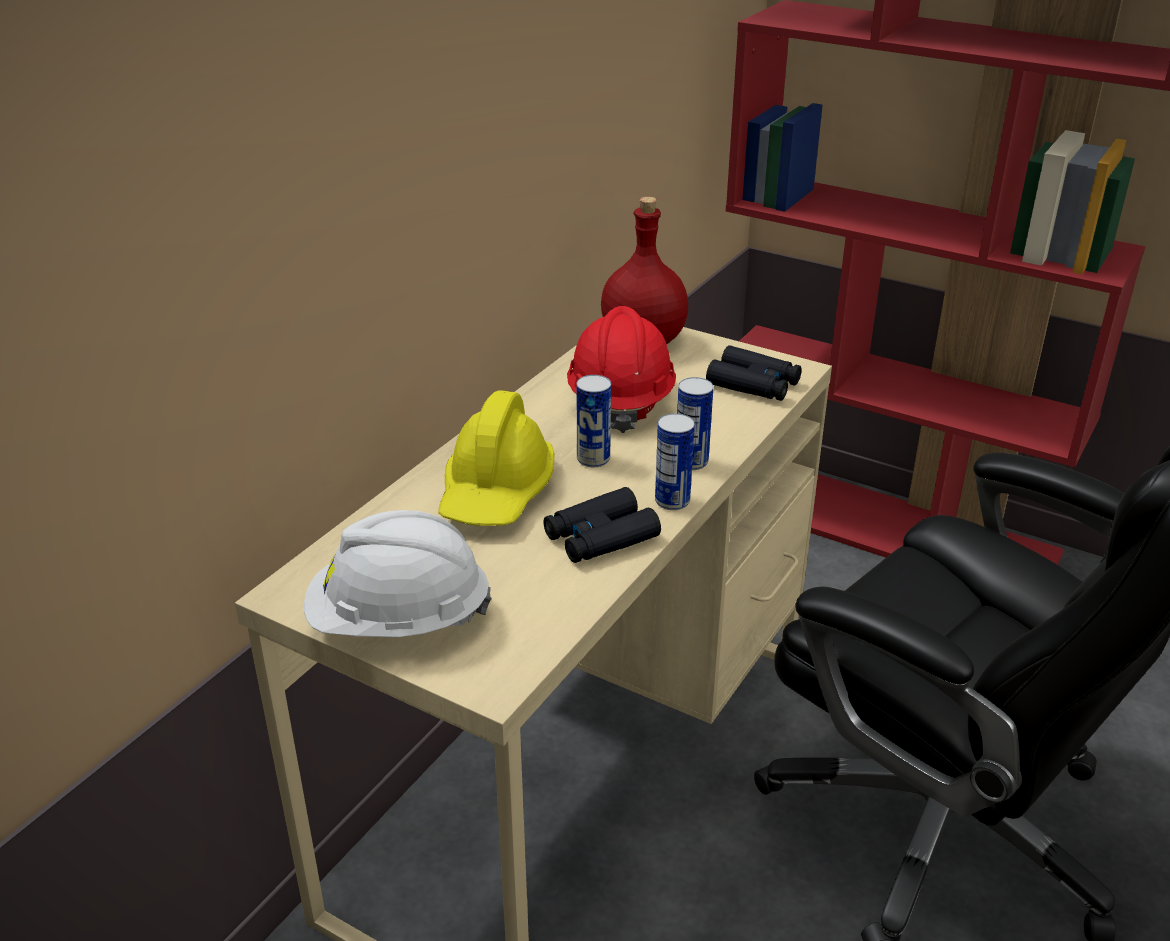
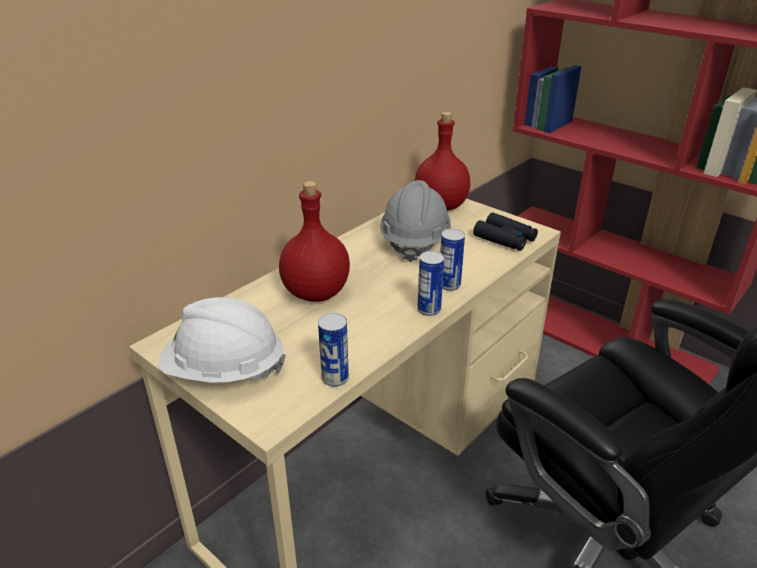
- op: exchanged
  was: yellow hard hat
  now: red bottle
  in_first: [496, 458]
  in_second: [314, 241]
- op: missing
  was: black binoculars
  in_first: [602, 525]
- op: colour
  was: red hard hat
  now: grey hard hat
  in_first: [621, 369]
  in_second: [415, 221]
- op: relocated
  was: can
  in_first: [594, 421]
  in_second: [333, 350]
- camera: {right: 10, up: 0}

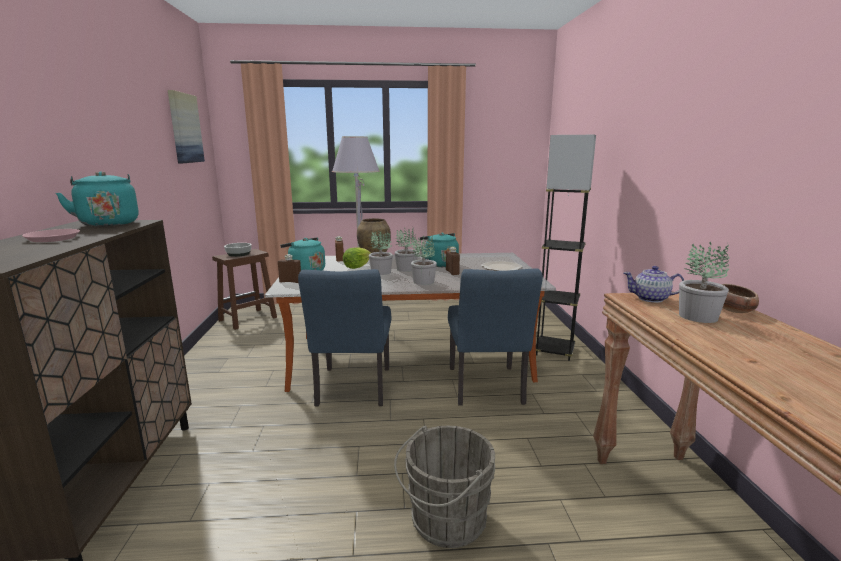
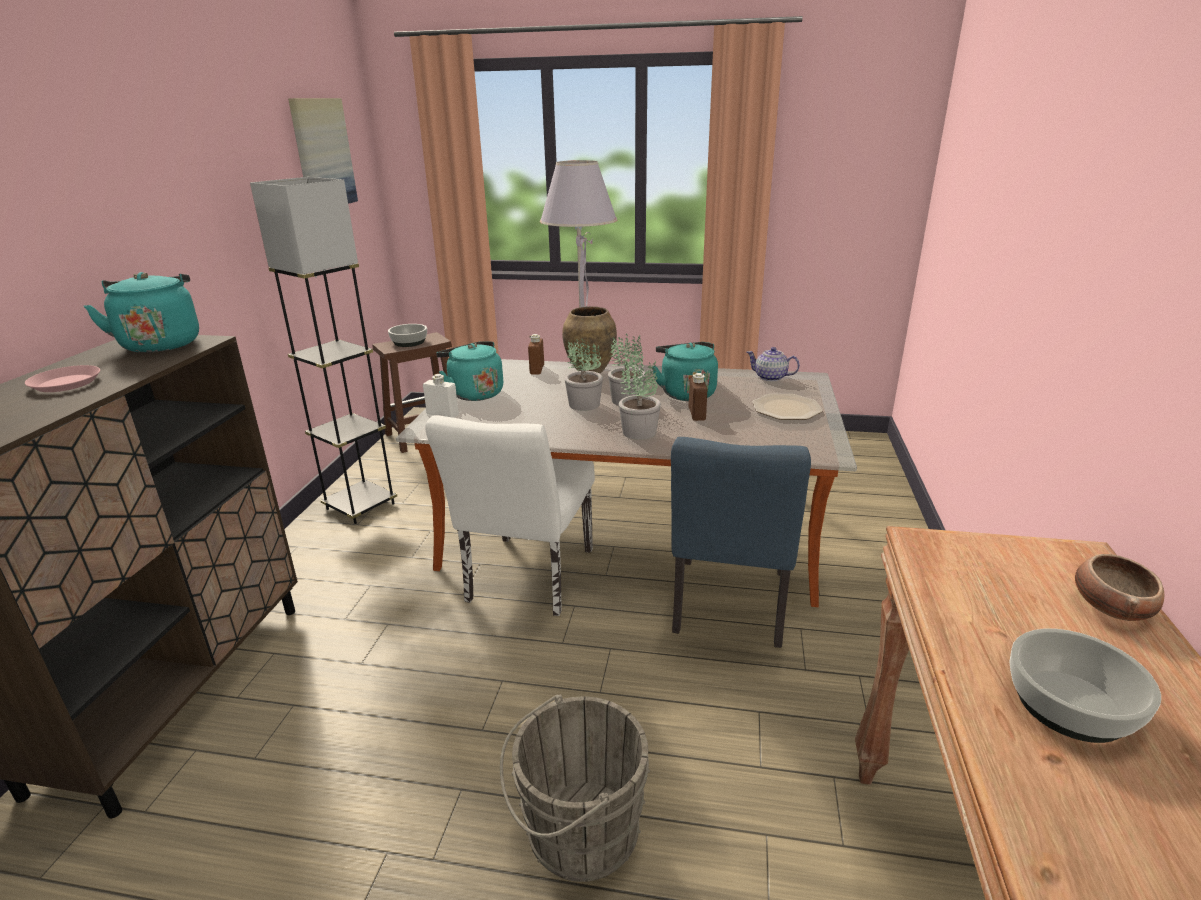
- op: colour
  was: brown bottle
  now: white bottle
  in_first: [289, 268]
  in_second: [441, 396]
- op: colour
  was: blue chair
  now: white chair
  in_first: [344, 338]
  in_second: [510, 515]
- op: missing
  was: lettuce
  in_first: [357, 258]
- op: relocated
  was: grey floor lamp
  in_first: [566, 248]
  in_second: [323, 350]
- op: relocated
  was: teapot
  in_first: [654, 284]
  in_second: [773, 364]
- op: missing
  was: potted plant
  in_first: [704, 282]
- op: appeared
  now: bowl
  in_second: [1085, 686]
- camera: {right: 15, up: 10}

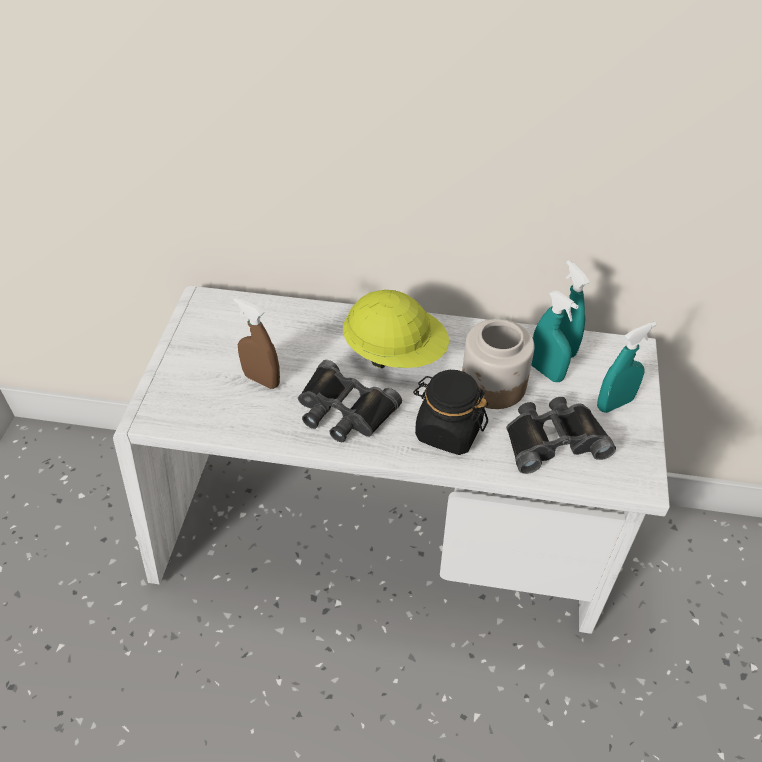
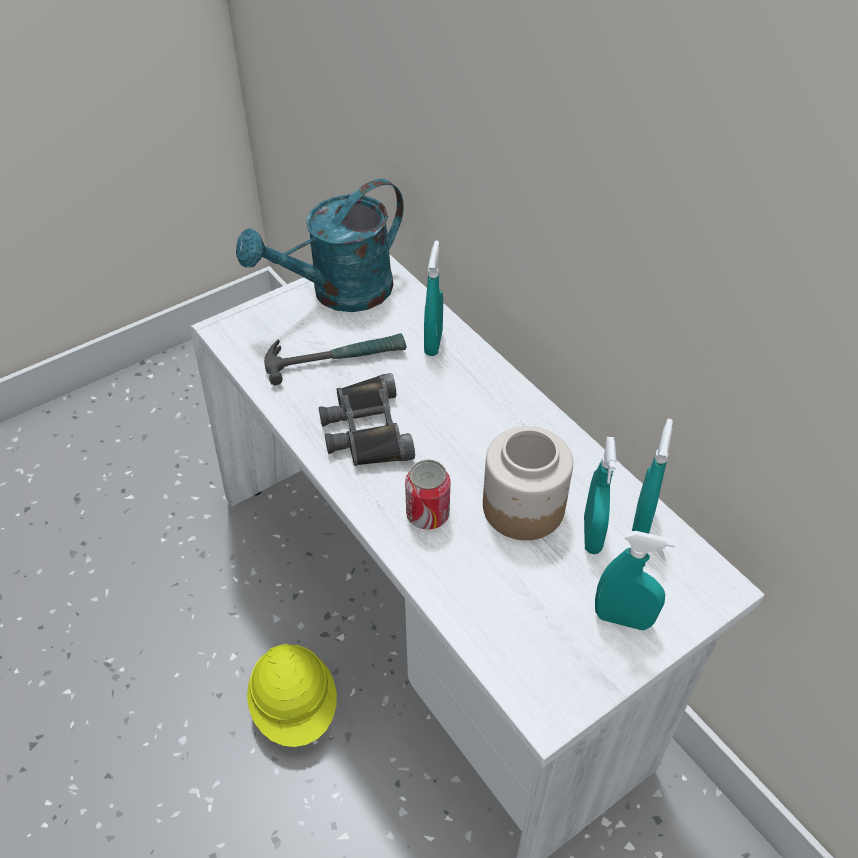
- op: exchanged
  was: brown spray bottle
  now: hammer
  in_first: [257, 343]
  in_second: [335, 359]
- op: relocated
  was: yellow hard hat
  in_first: [396, 329]
  in_second: [292, 695]
- op: exchanged
  was: black jar
  now: can
  in_first: [450, 412]
  in_second: [427, 494]
- op: missing
  was: black binoculars
  in_first: [561, 435]
- op: appeared
  now: turquoise watering can
  in_second: [320, 245]
- op: appeared
  now: turquoise spray bottle
  in_second: [433, 298]
- camera: {right: 45, up: 0}

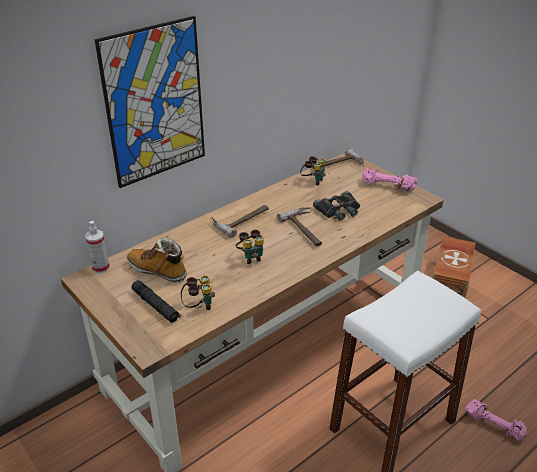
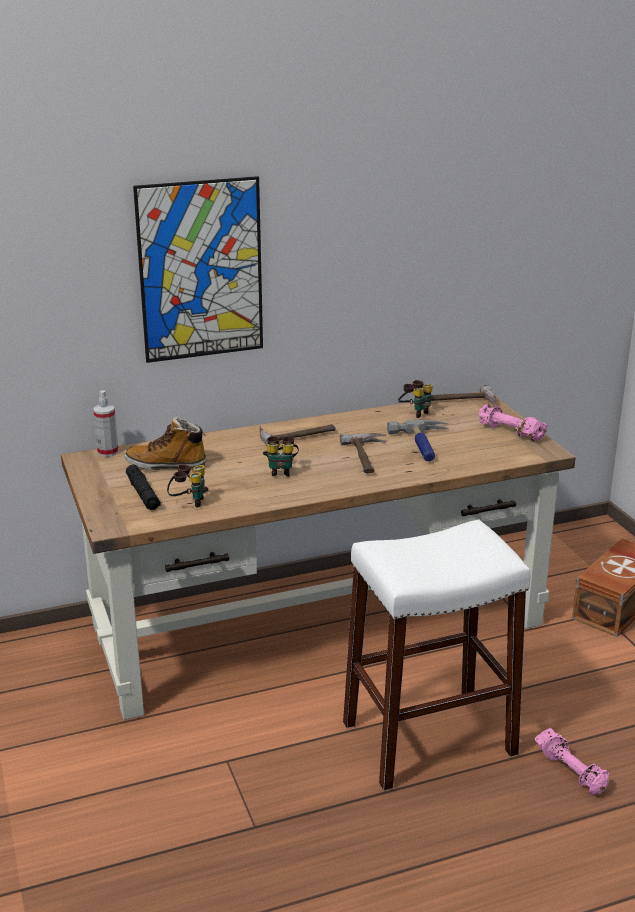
- op: spun
  was: boot
  in_first: [157, 259]
  in_second: [166, 443]
  clockwise: -45
- op: exchanged
  was: black binoculars
  now: hammer
  in_first: [336, 206]
  in_second: [418, 440]
- camera: {right: 20, up: -10}

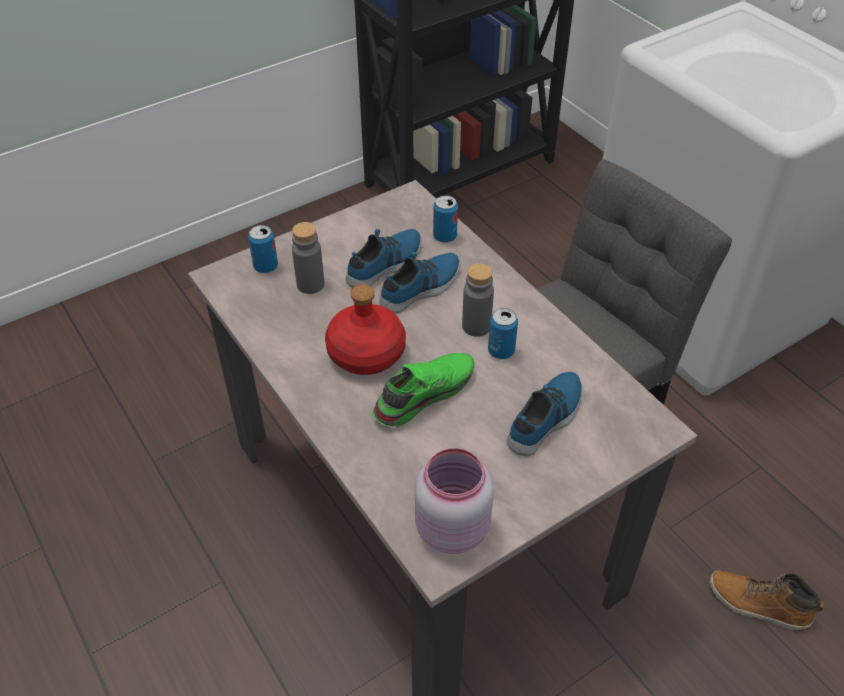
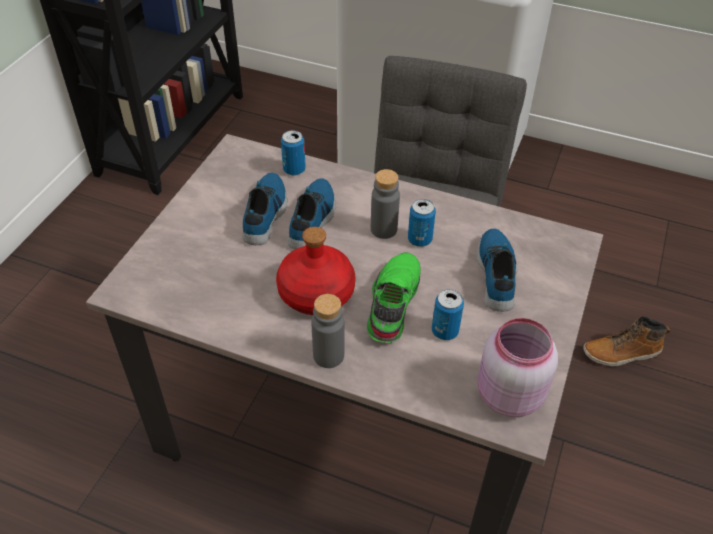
- op: relocated
  was: can
  in_first: [263, 249]
  in_second: [448, 314]
- op: relocated
  was: grey bottle
  in_first: [308, 258]
  in_second: [328, 331]
- camera: {right: -35, up: 0}

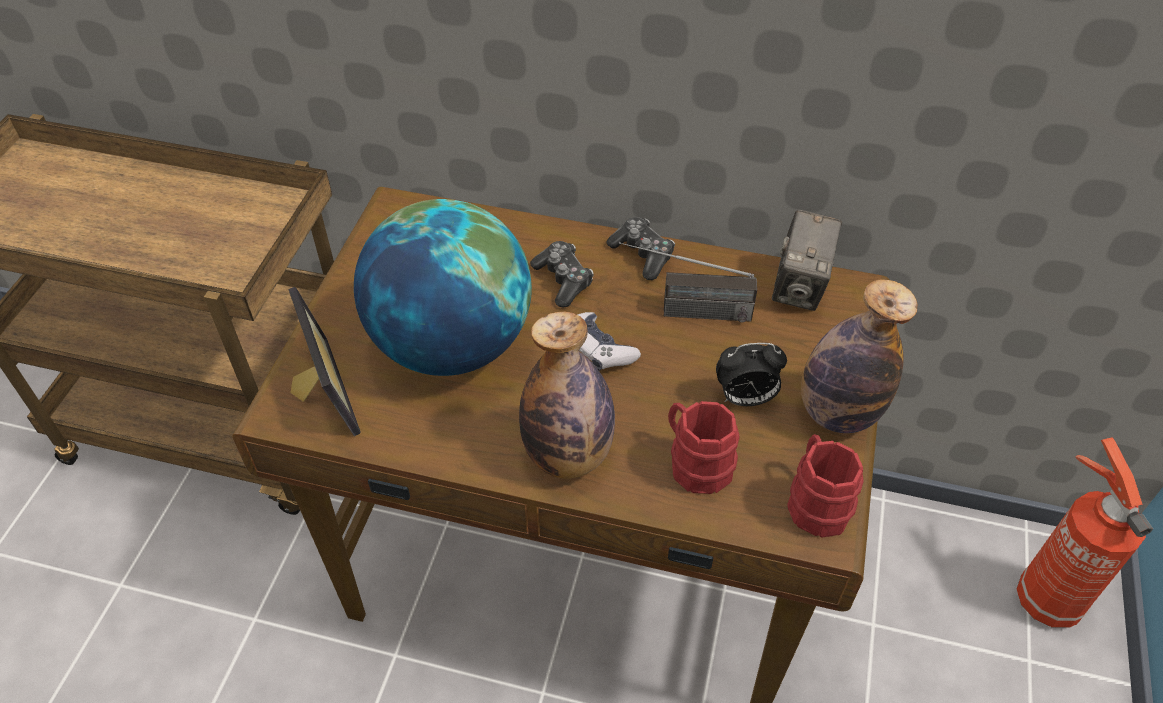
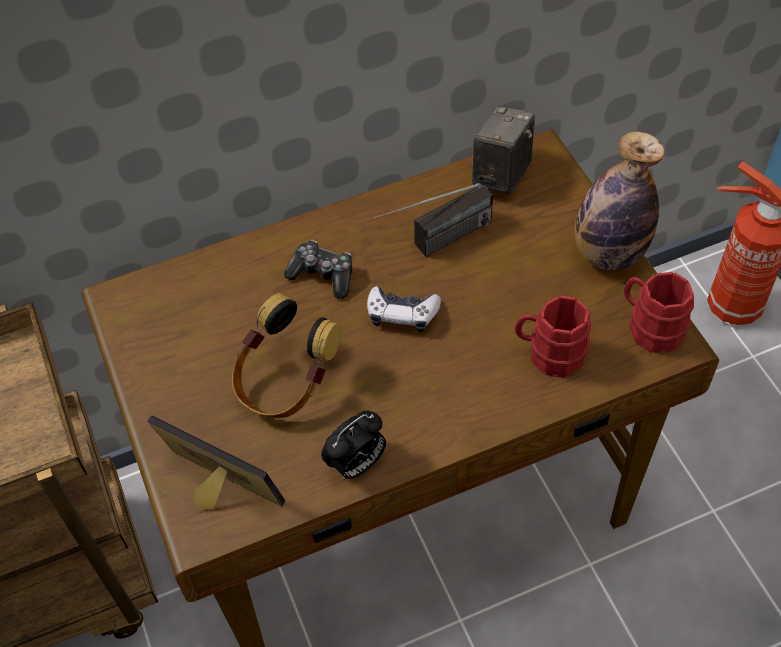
- op: exchanged
  was: globe
  now: headphones
  in_first: [443, 287]
  in_second: [287, 355]
- op: missing
  was: bottle
  in_first: [567, 395]
- op: missing
  was: game controller
  in_first: [641, 248]
- op: relocated
  was: alarm clock
  in_first: [751, 374]
  in_second: [353, 445]
- op: spun
  was: photo camera
  in_first: [807, 260]
  in_second: [503, 150]
  clockwise: -135
- camera: {right: -35, up: 5}

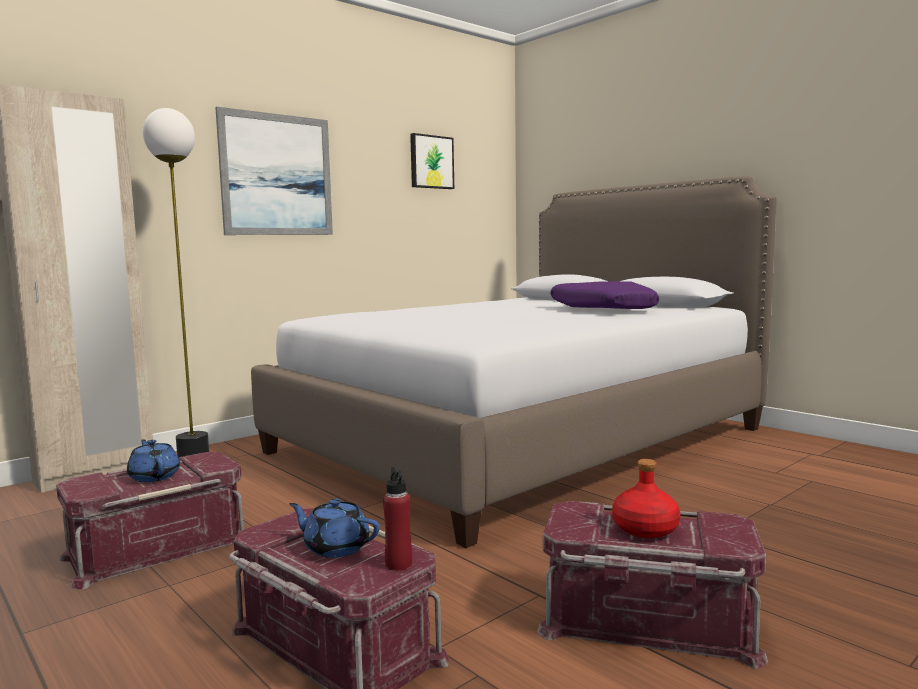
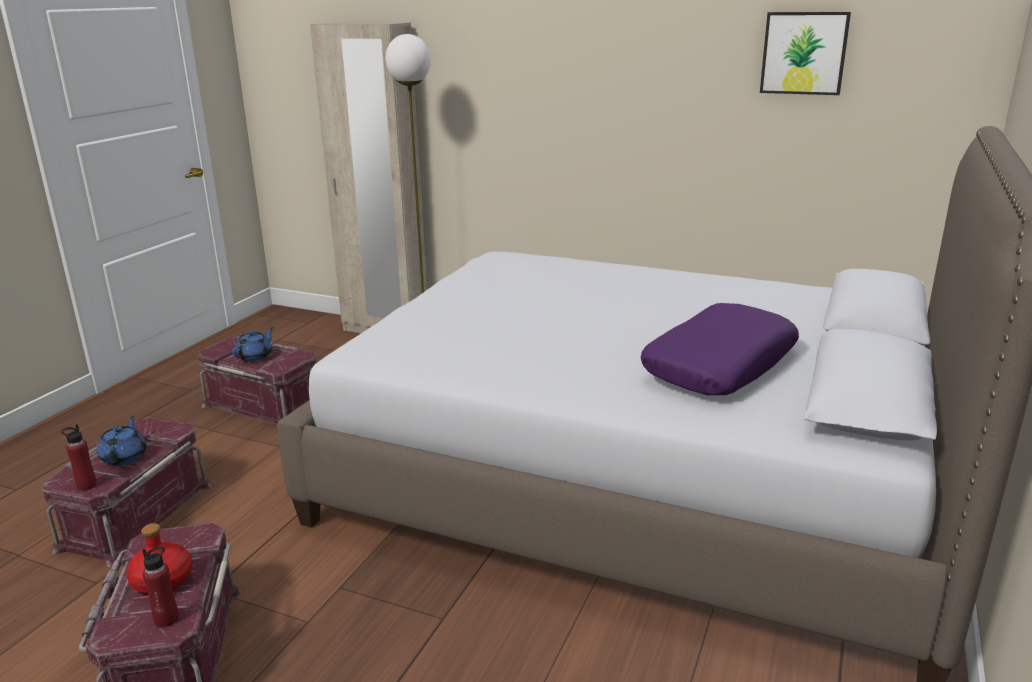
- op: missing
  was: picture
  in_first: [274, 171]
- op: appeared
  now: red bottle
  in_second: [160, 587]
- camera: {right: 65, up: 15}

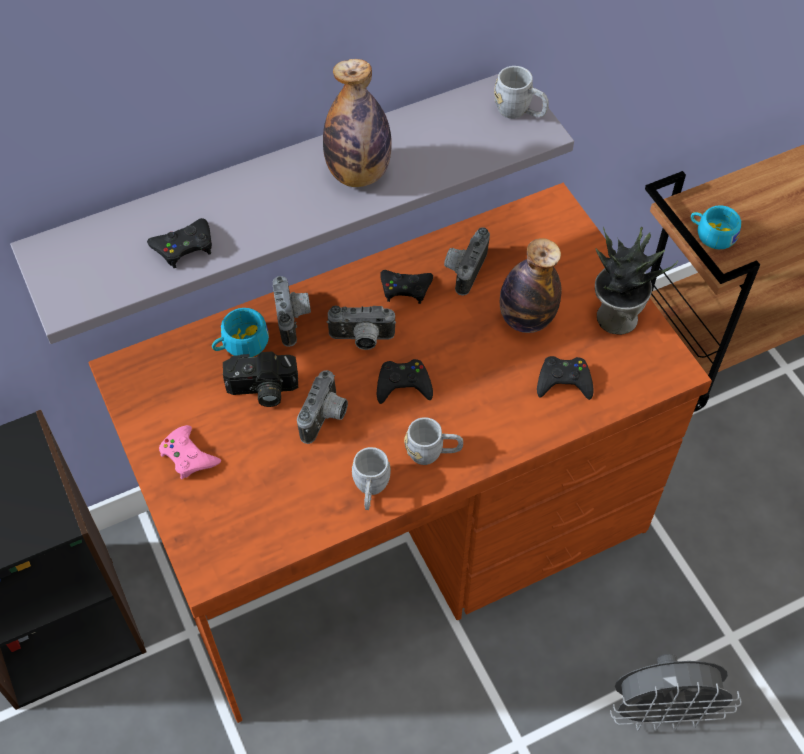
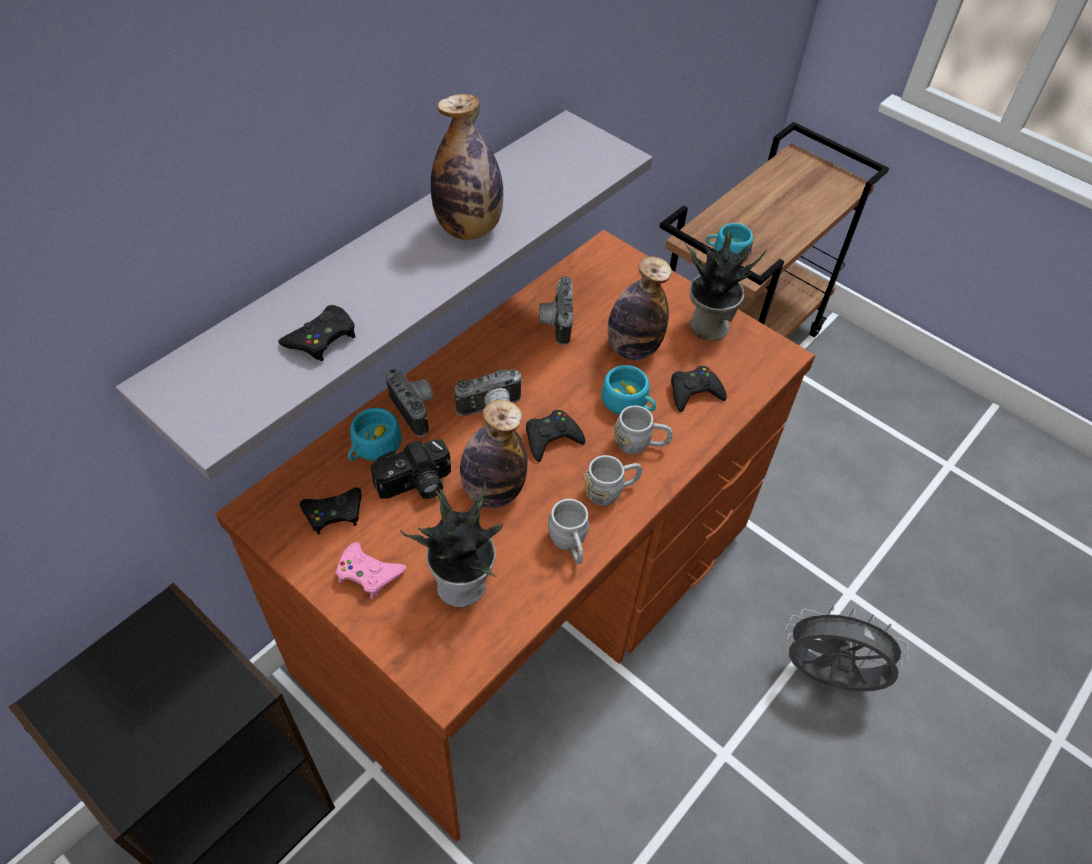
- op: exchanged
  was: photo camera
  now: bottle
  in_first: [322, 407]
  in_second: [493, 454]
- op: relocated
  was: black game controller
  in_first: [406, 287]
  in_second: [331, 511]
- op: relocated
  was: grey mug
  in_first: [521, 92]
  in_second: [643, 430]
- op: spun
  was: grey fan
  in_first: [676, 693]
  in_second: [847, 648]
  clockwise: -135
- op: appeared
  now: potted plant
  in_second: [451, 544]
- op: appeared
  now: turquoise cup
  in_second: [628, 390]
- camera: {right: -25, up: -5}

